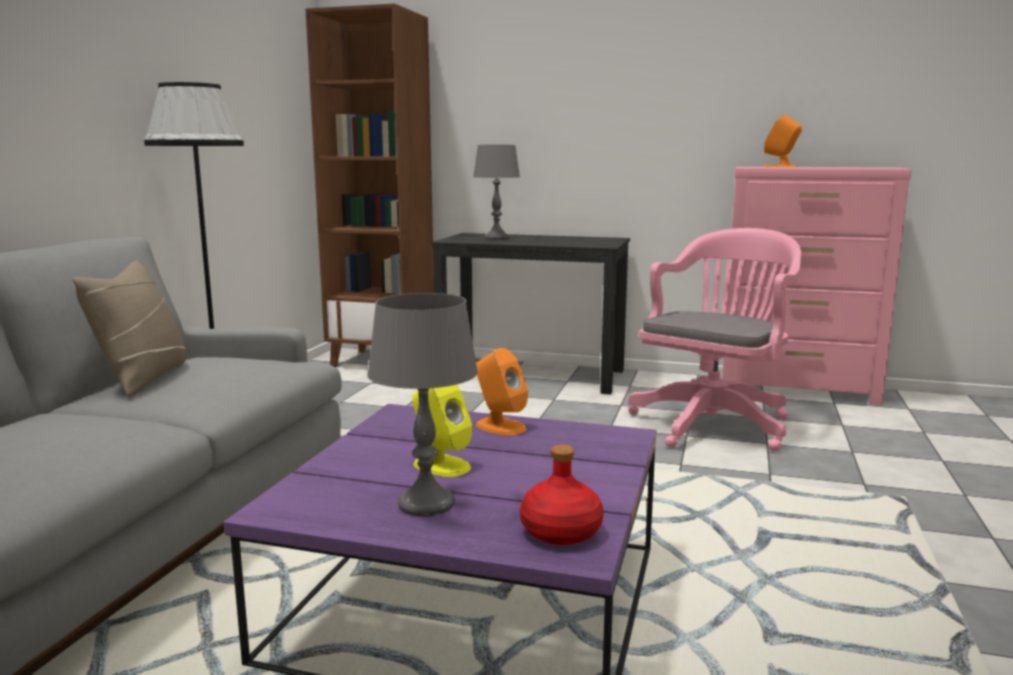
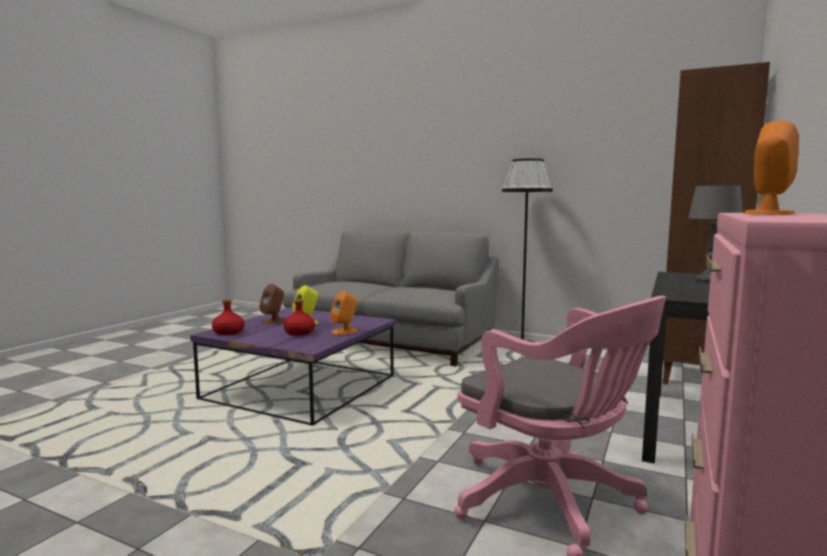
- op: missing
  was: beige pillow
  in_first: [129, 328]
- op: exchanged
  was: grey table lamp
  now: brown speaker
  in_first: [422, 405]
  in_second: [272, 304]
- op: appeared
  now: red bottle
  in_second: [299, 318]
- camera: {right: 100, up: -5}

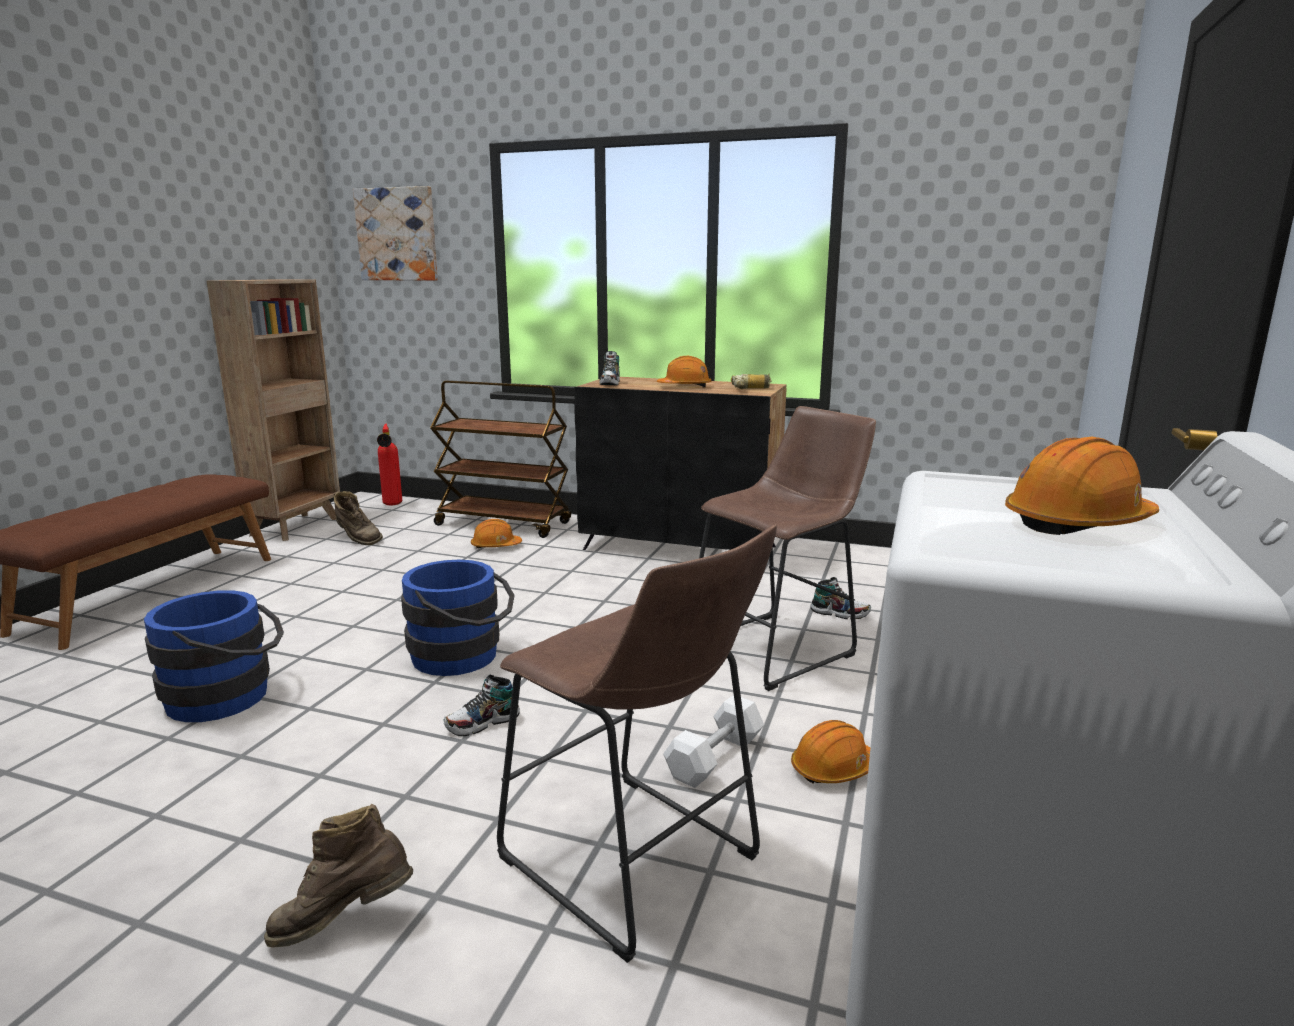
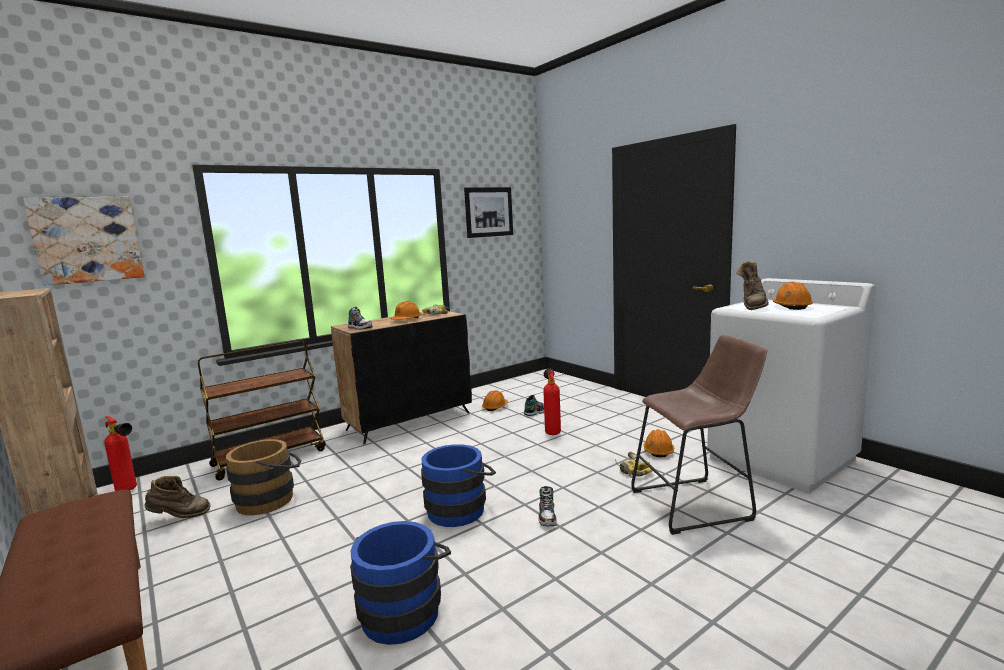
- op: relocated
  was: brown boot
  in_first: [338, 875]
  in_second: [752, 285]
- op: relocated
  was: orange hard hat
  in_first: [496, 534]
  in_second: [495, 400]
- op: exchanged
  was: white dumbbell
  now: power drill
  in_first: [713, 741]
  in_second: [634, 464]
- op: exchanged
  was: brown stool
  now: fire extinguisher
  in_first: [787, 548]
  in_second: [552, 402]
- op: appeared
  now: brown bucket
  in_second: [263, 477]
- op: appeared
  now: picture
  in_second: [488, 212]
- camera: {right: -55, up: -5}

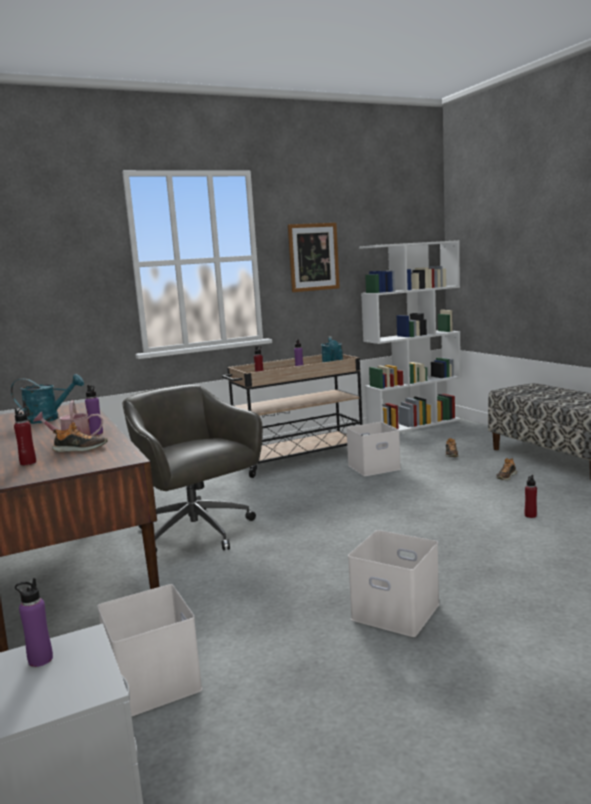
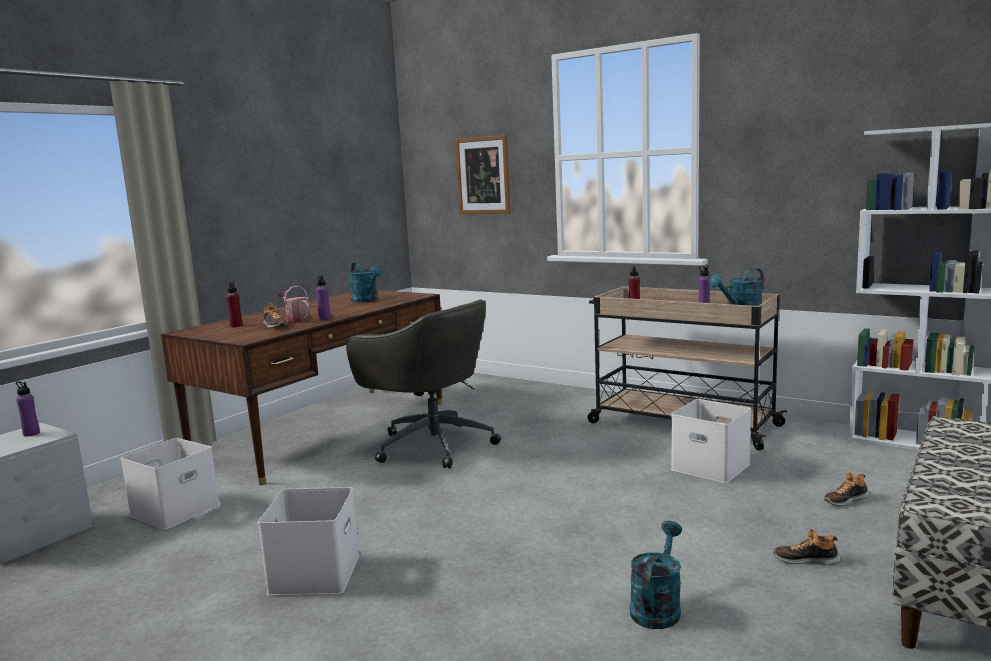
- op: spun
  was: grey office chair
  in_first: [192, 469]
  in_second: [423, 383]
  clockwise: 105
- op: relocated
  was: picture
  in_first: [314, 257]
  in_second: [482, 174]
- op: exchanged
  was: red bottle
  now: turquoise watering can
  in_first: [530, 496]
  in_second: [656, 575]
- camera: {right: 60, up: 0}

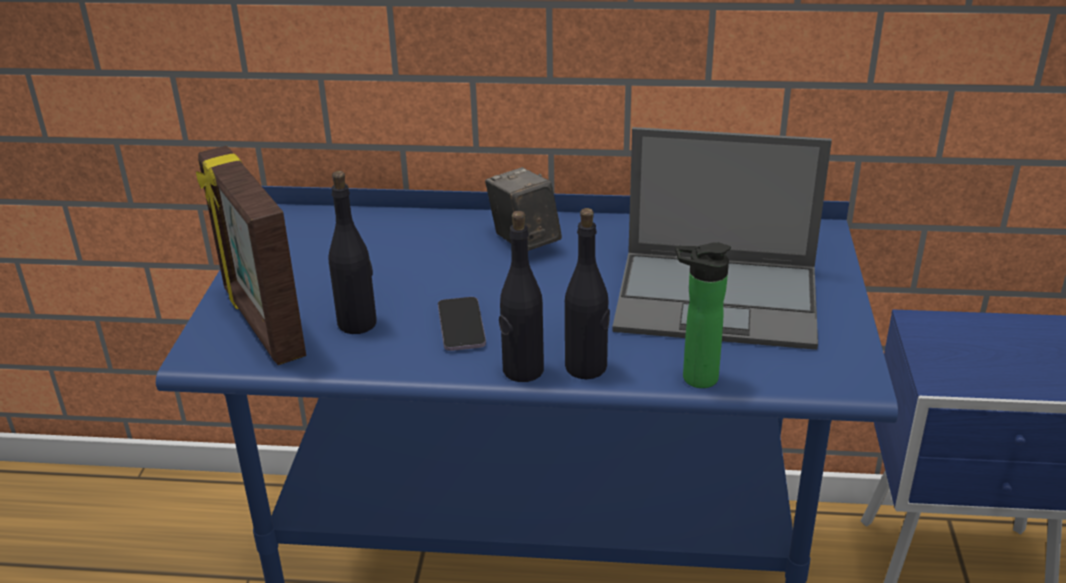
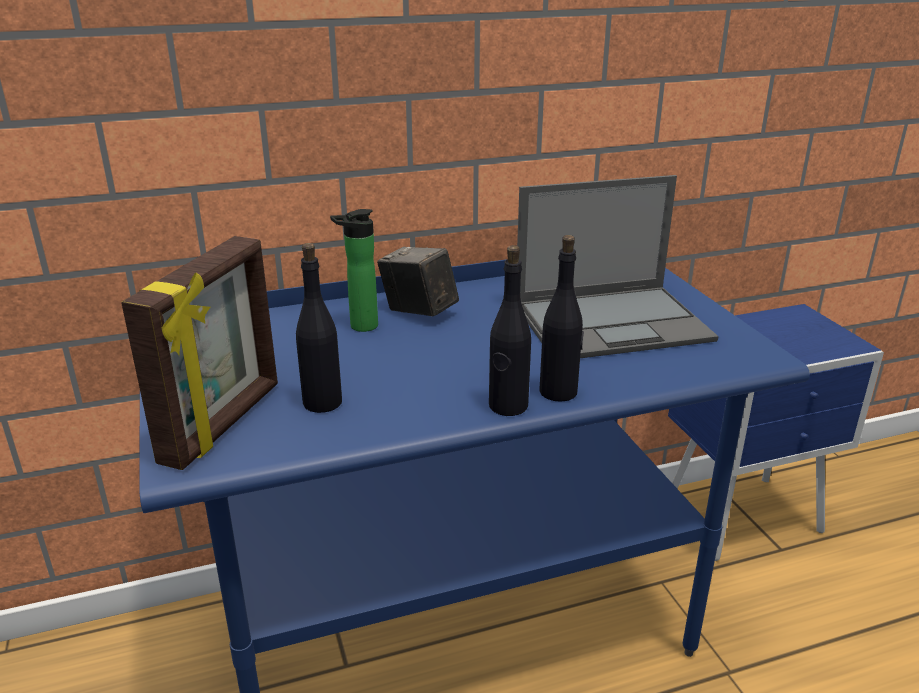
- op: spun
  was: picture frame
  in_first: [251, 255]
  in_second: [199, 353]
  clockwise: -105
- op: missing
  was: phone
  in_first: [462, 324]
- op: relocated
  was: bottle
  in_first: [703, 315]
  in_second: [354, 270]
- camera: {right: -25, up: -5}

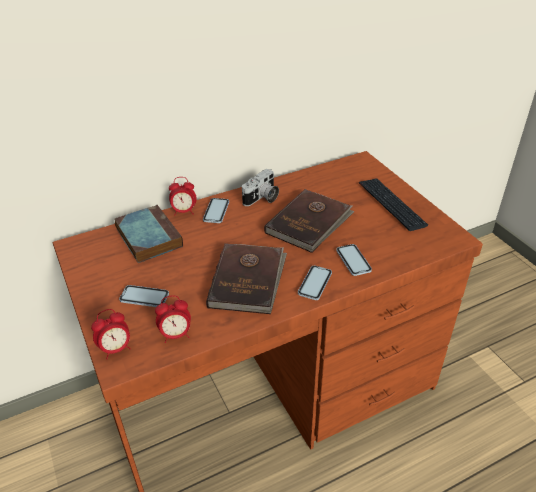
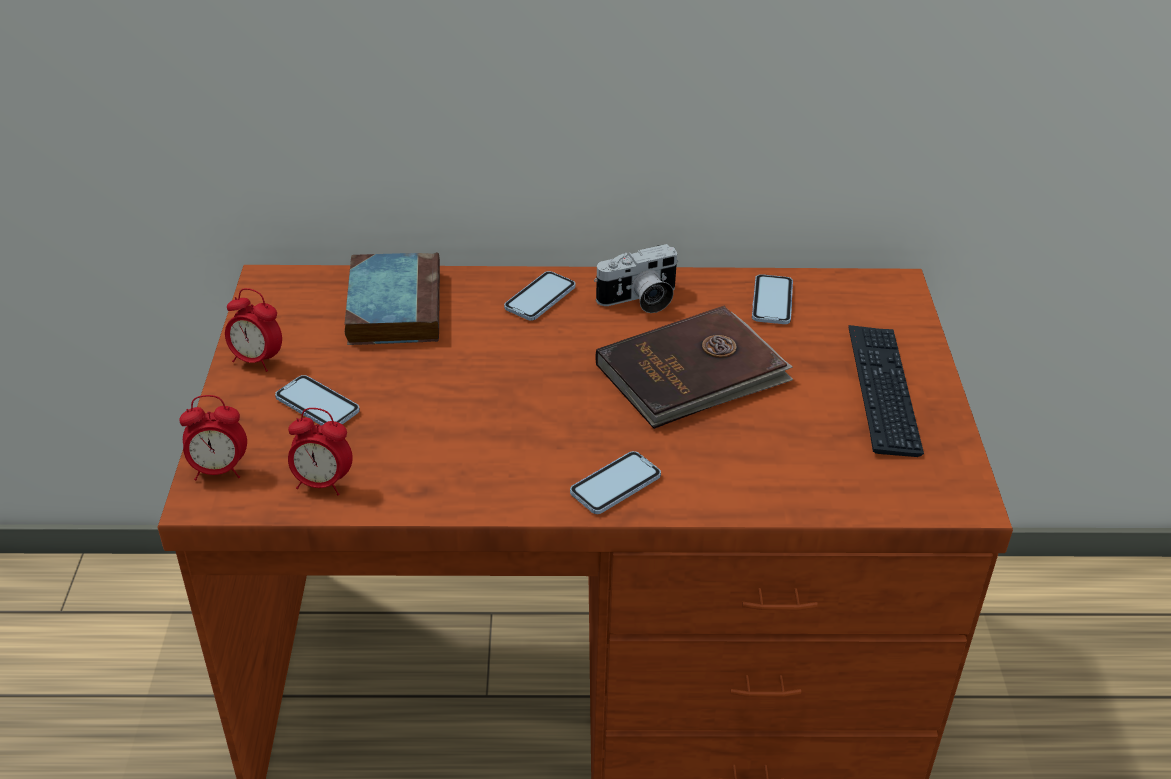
- op: relocated
  was: alarm clock
  in_first: [183, 196]
  in_second: [253, 330]
- op: missing
  was: brown book
  in_first: [246, 278]
- op: relocated
  was: phone
  in_first: [354, 260]
  in_second: [772, 299]
- camera: {right: 25, up: 0}

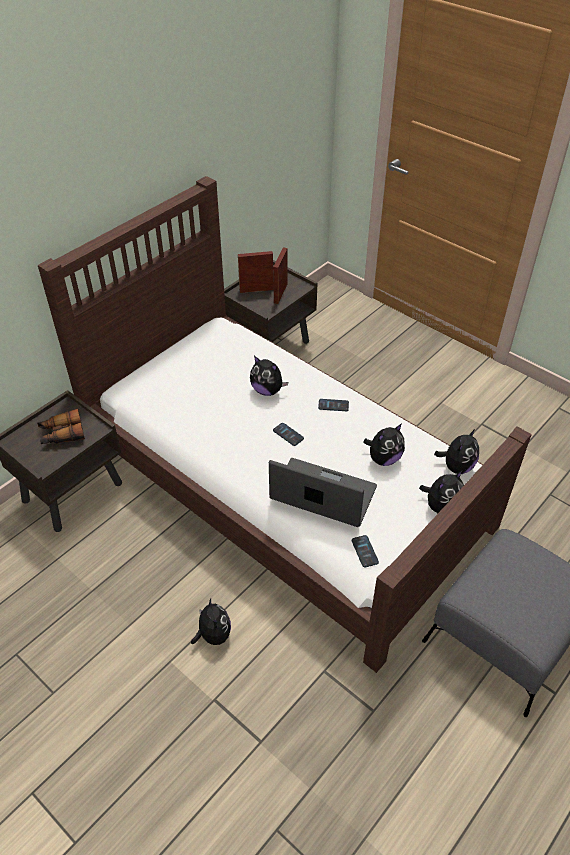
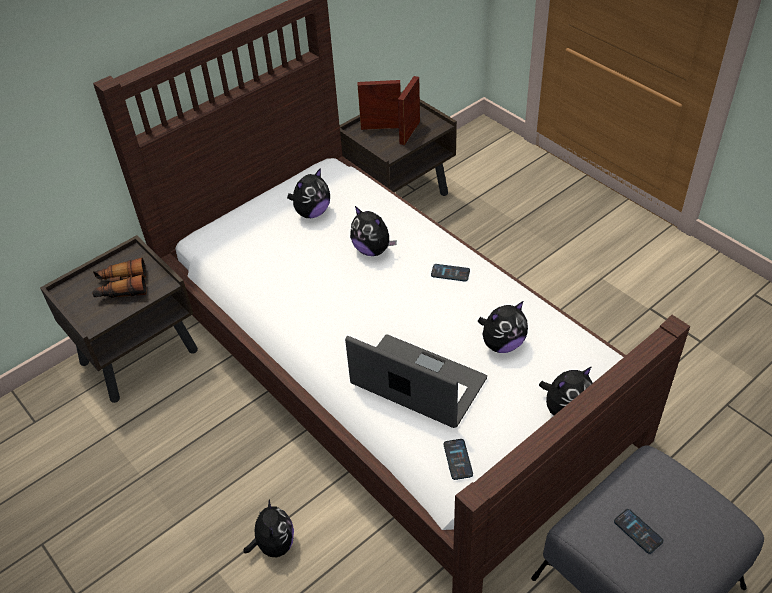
- op: relocated
  was: phone
  in_first: [288, 434]
  in_second: [639, 531]
- op: relocated
  was: plush toy
  in_first: [456, 451]
  in_second: [308, 193]
- camera: {right: 10, up: 0}

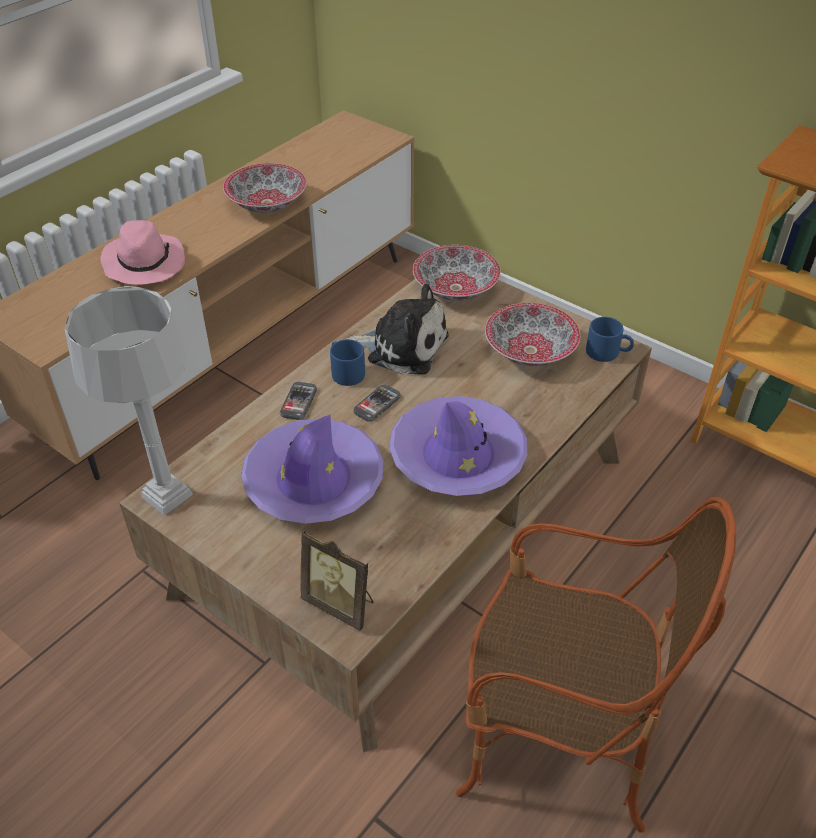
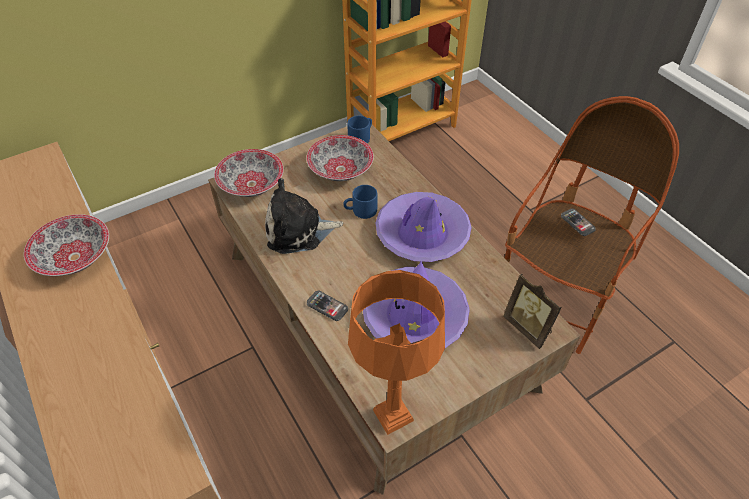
- op: colour
  was: grey table lamp
  now: orange table lamp
  in_first: [128, 400]
  in_second: [396, 352]
- op: missing
  was: pink hat
  in_first: [143, 252]
- op: spun
  was: picture frame
  in_first: [337, 580]
  in_second: [532, 311]
  clockwise: 90
- op: relocated
  was: blue mug
  in_first: [347, 362]
  in_second: [360, 202]
- op: spun
  was: plush toy
  in_first: [397, 329]
  in_second: [304, 216]
  clockwise: -135
- op: relocated
  was: phone
  in_first: [377, 403]
  in_second: [578, 222]
- camera: {right: -70, up: 5}

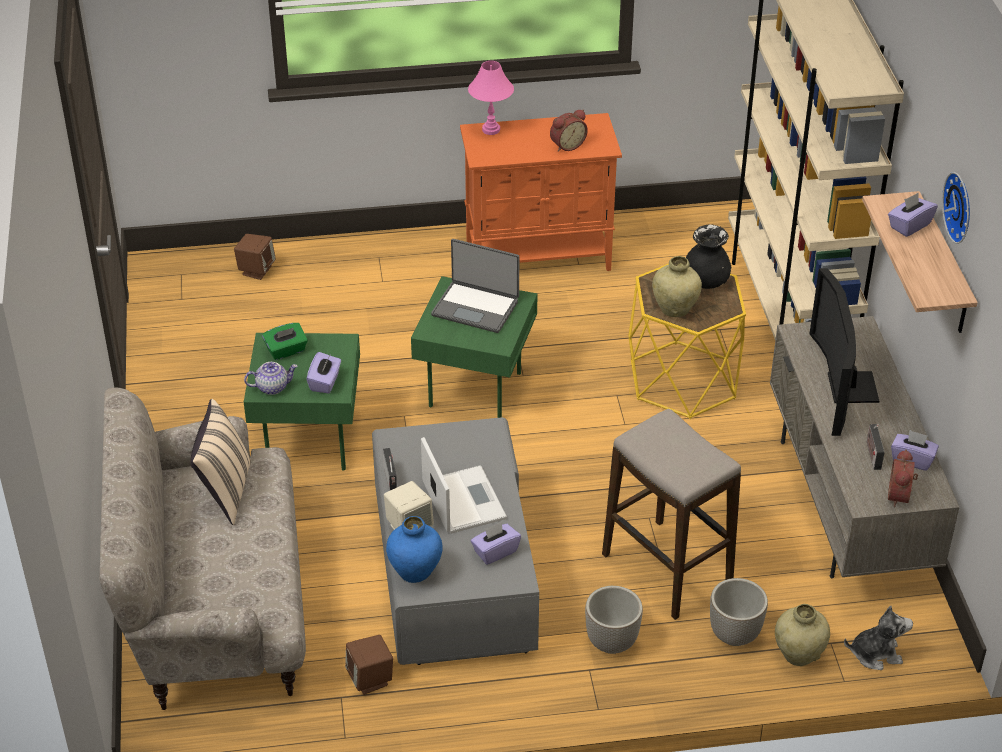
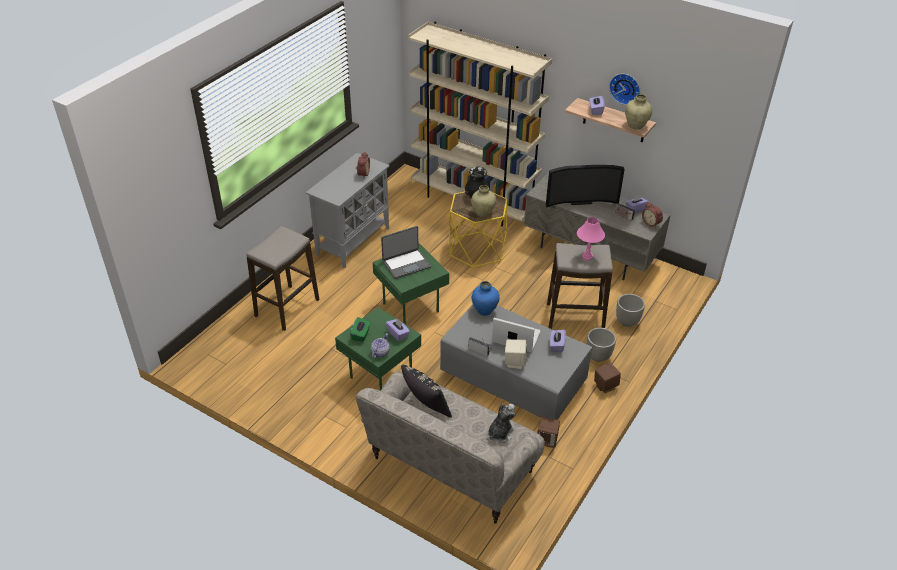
- op: colour
  was: beige pillow
  now: black pillow
  in_first: [221, 462]
  in_second: [426, 391]
- op: relocated
  was: brown speaker
  in_first: [255, 257]
  in_second: [607, 377]
- op: relocated
  was: blue vase
  in_first: [414, 549]
  in_second: [486, 298]
- op: colour
  was: orange cabinet
  now: grey cabinet
  in_first: [541, 192]
  in_second: [348, 210]
- op: relocated
  was: pink table lamp
  in_first: [491, 98]
  in_second: [591, 239]
- op: relocated
  was: beige vase
  in_first: [802, 635]
  in_second: [638, 111]
- op: spun
  was: television
  in_first: [844, 352]
  in_second: [585, 186]
  clockwise: -45
- op: relocated
  was: plush toy
  in_first: [878, 638]
  in_second: [502, 423]
- op: appeared
  now: stool
  in_second: [282, 278]
- camera: {right: -50, up: 0}

